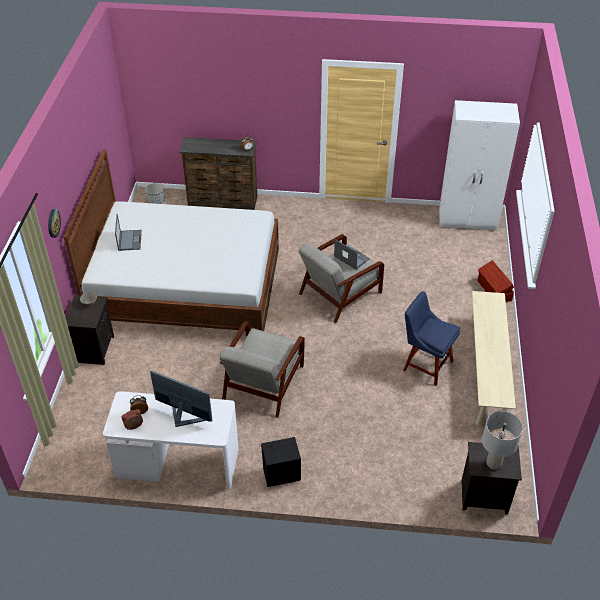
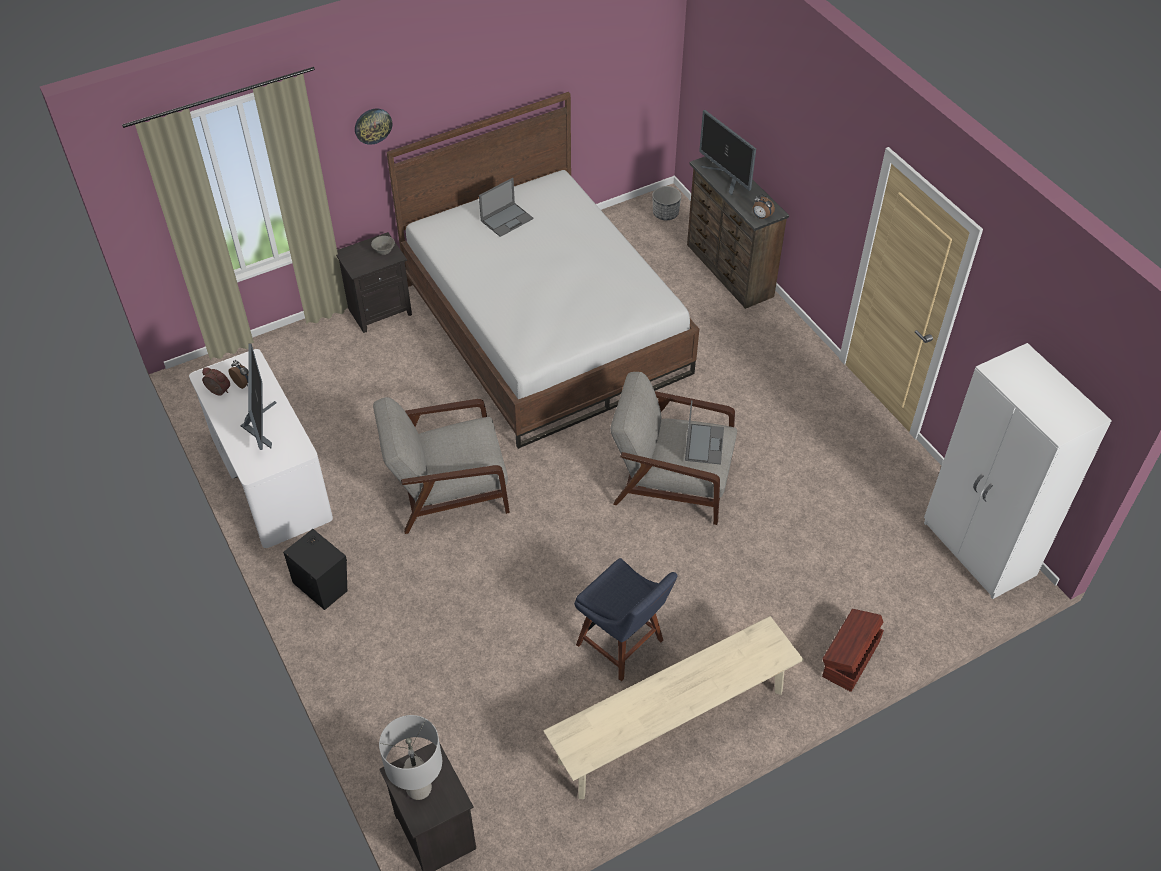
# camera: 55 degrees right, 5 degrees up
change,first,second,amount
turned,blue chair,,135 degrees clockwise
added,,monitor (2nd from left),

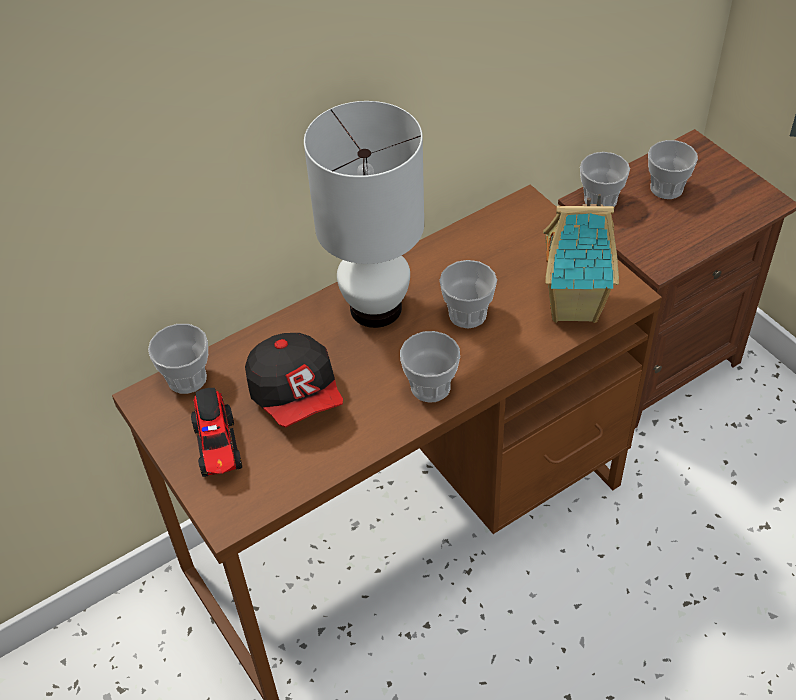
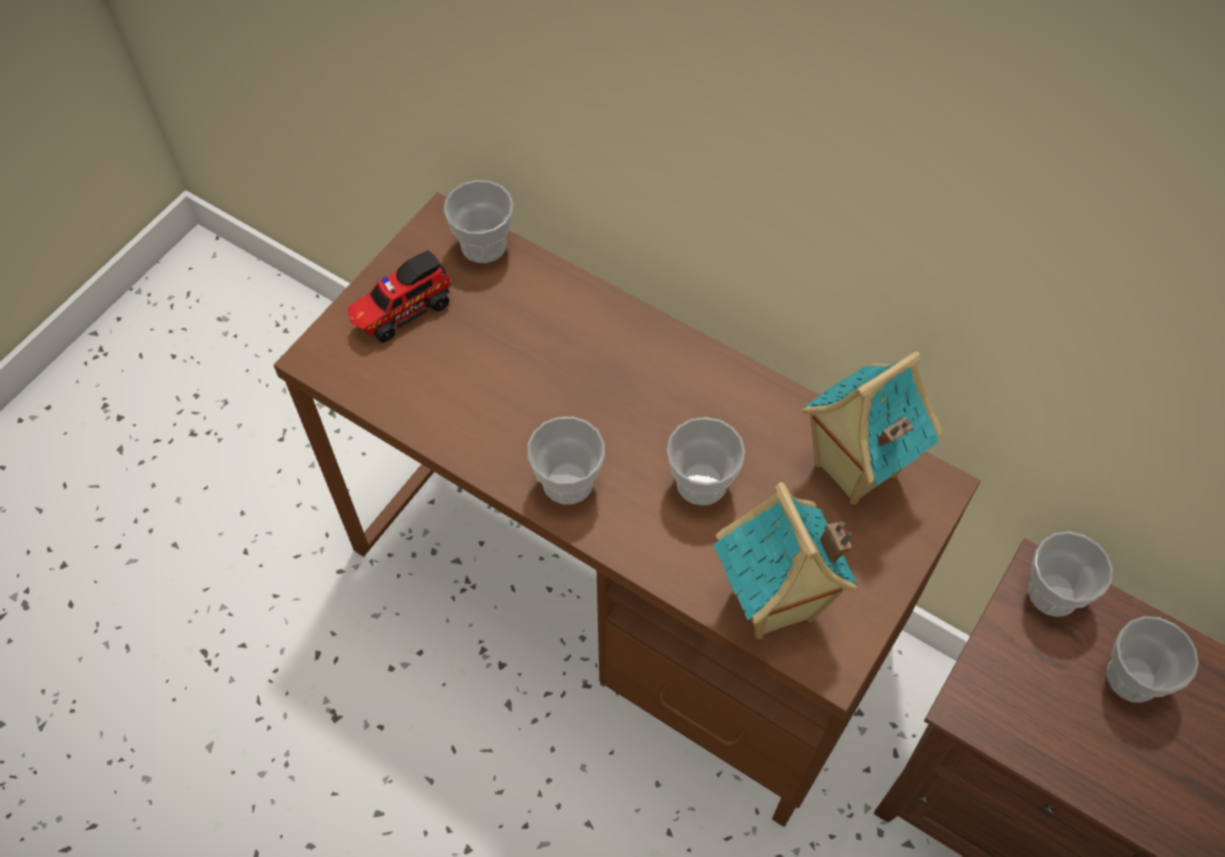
# camera: 65 degrees right, 10 degrees up
change,first,second,amount
removed,cap,,
removed,white table lamp,,
added,,toy house (2nd from left),

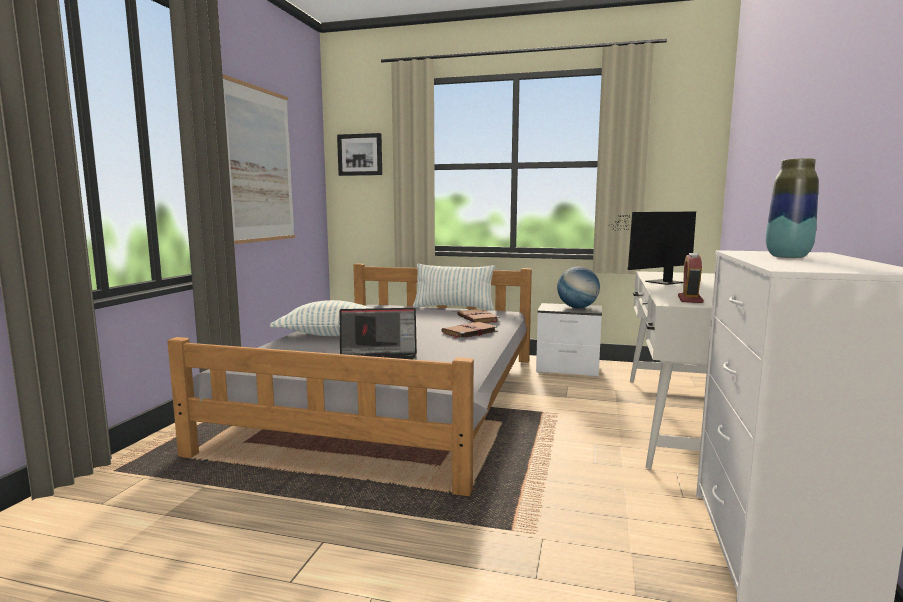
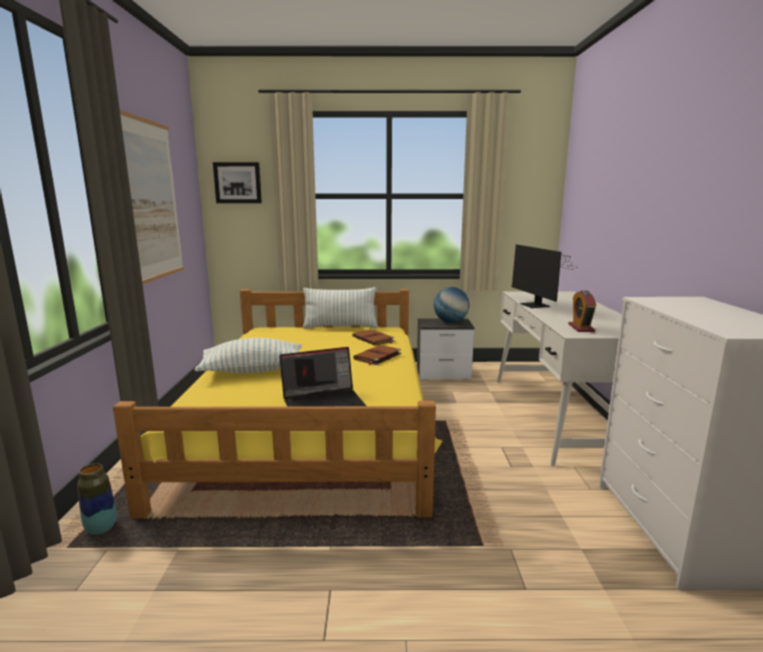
# camera: 15 degrees left, 5 degrees up
change,first,second,amount
recoloured,grey bed,yellow bed,
turned,monitor,,60 degrees counterclockwise
moved,vase,,

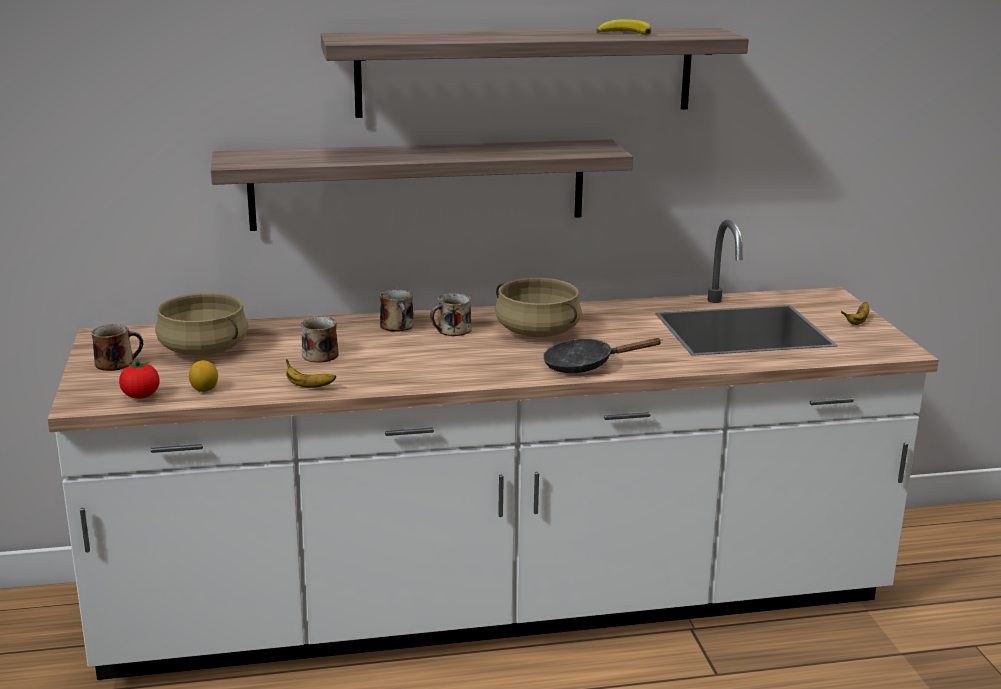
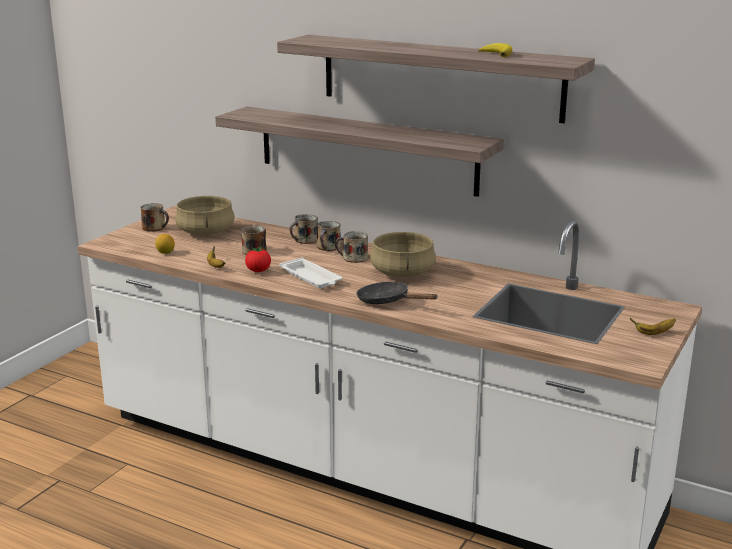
# camera: 40 degrees right, 0 degrees up
change,first,second,amount
moved,tomato,,
added,,white tray,
added,,mug (3rd from left),

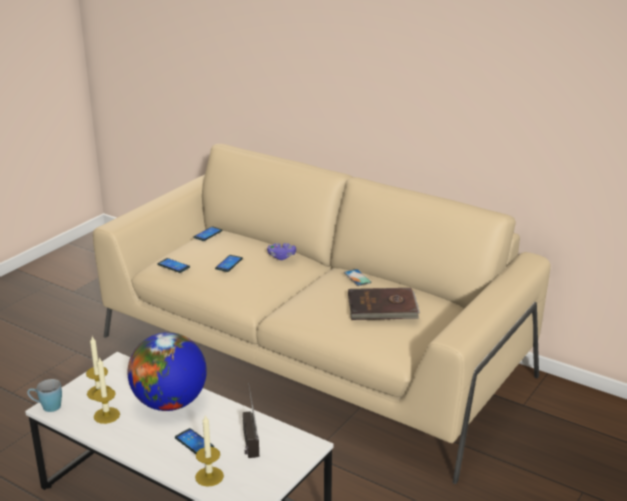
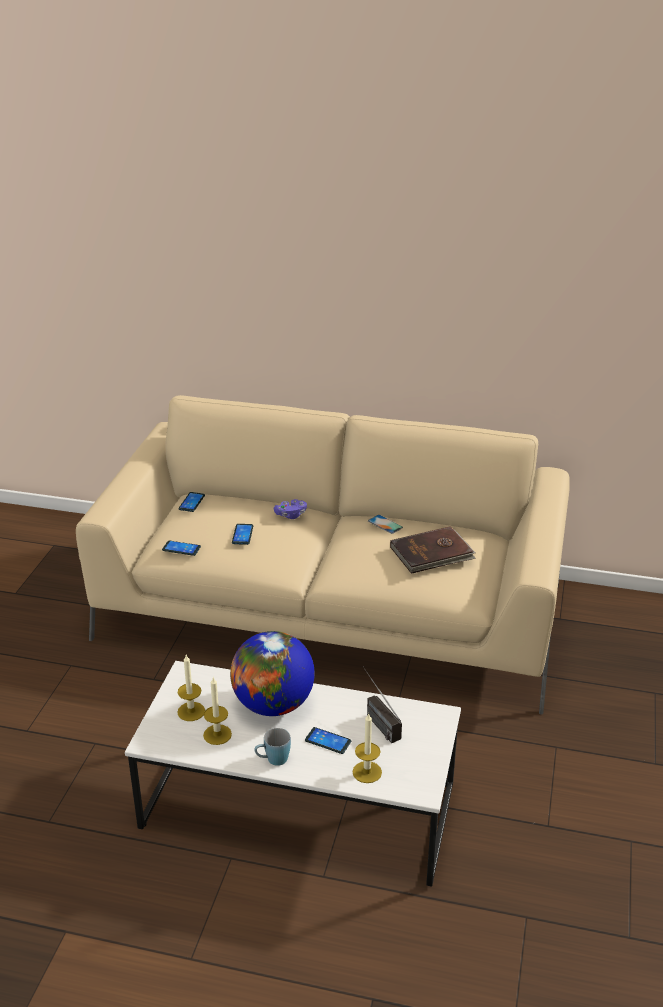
# camera: 20 degrees left, 5 degrees up
change,first,second,amount
moved,blue mug,,

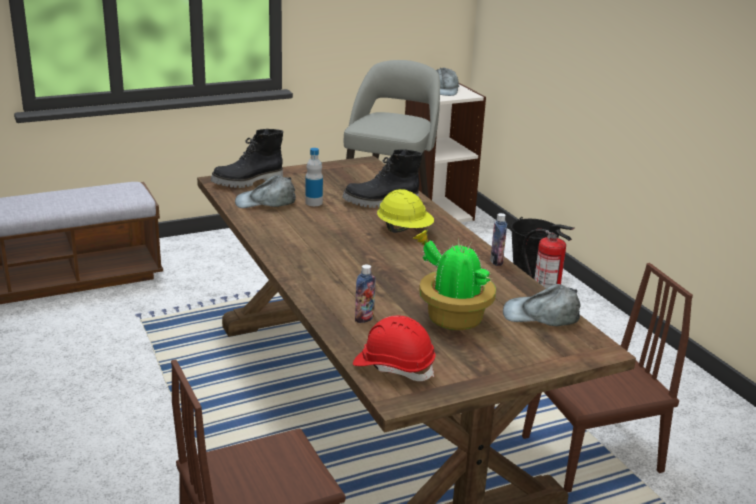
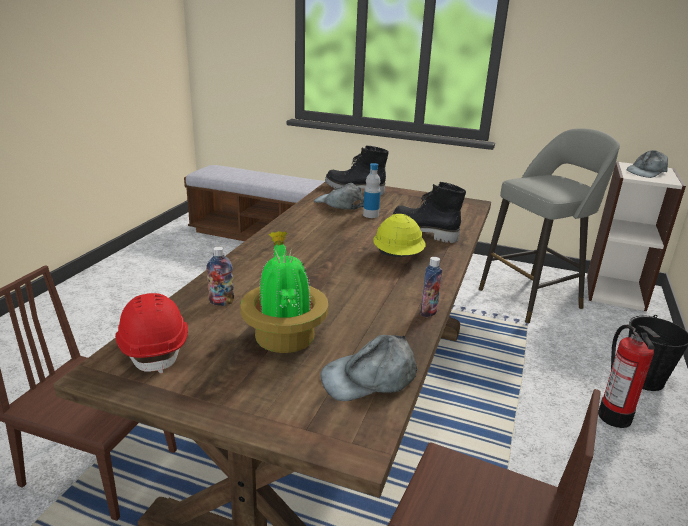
# camera: 45 degrees right, 0 degrees up
change,first,second,amount
turned,grey cap (3rd from left in the first image),grey cap (2nd from left),75 degrees counterclockwise

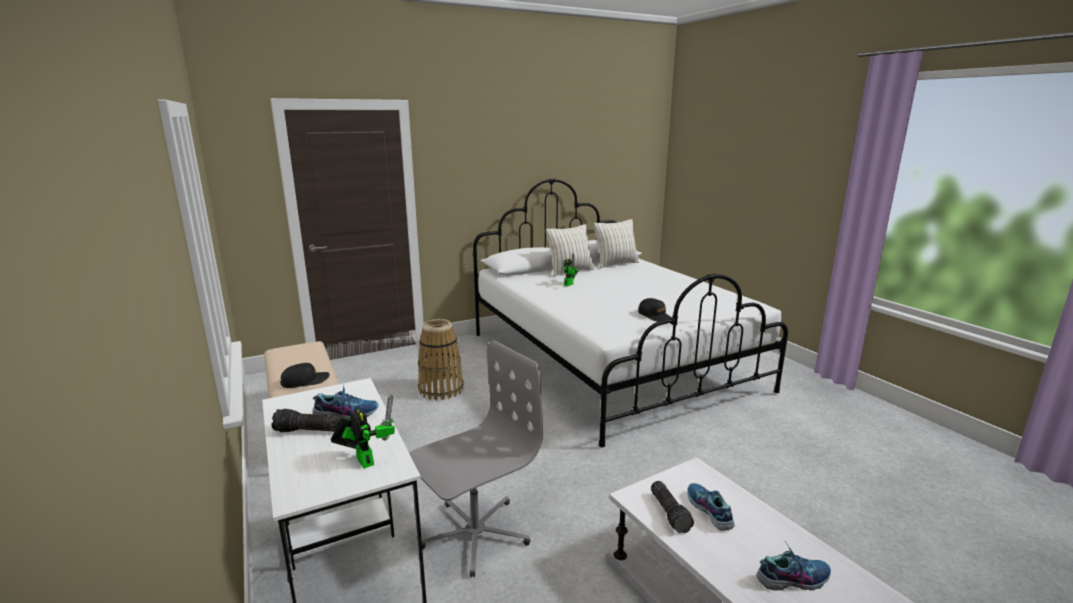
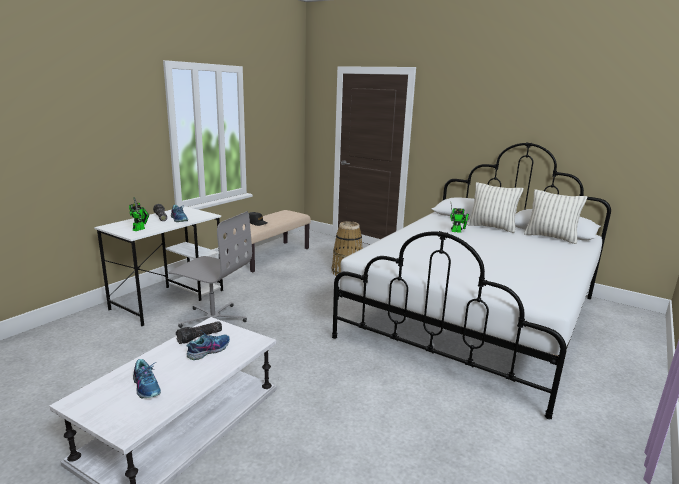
# camera: 60 degrees right, 0 degrees up
change,first,second,amount
removed,black cap (2nd from left),,

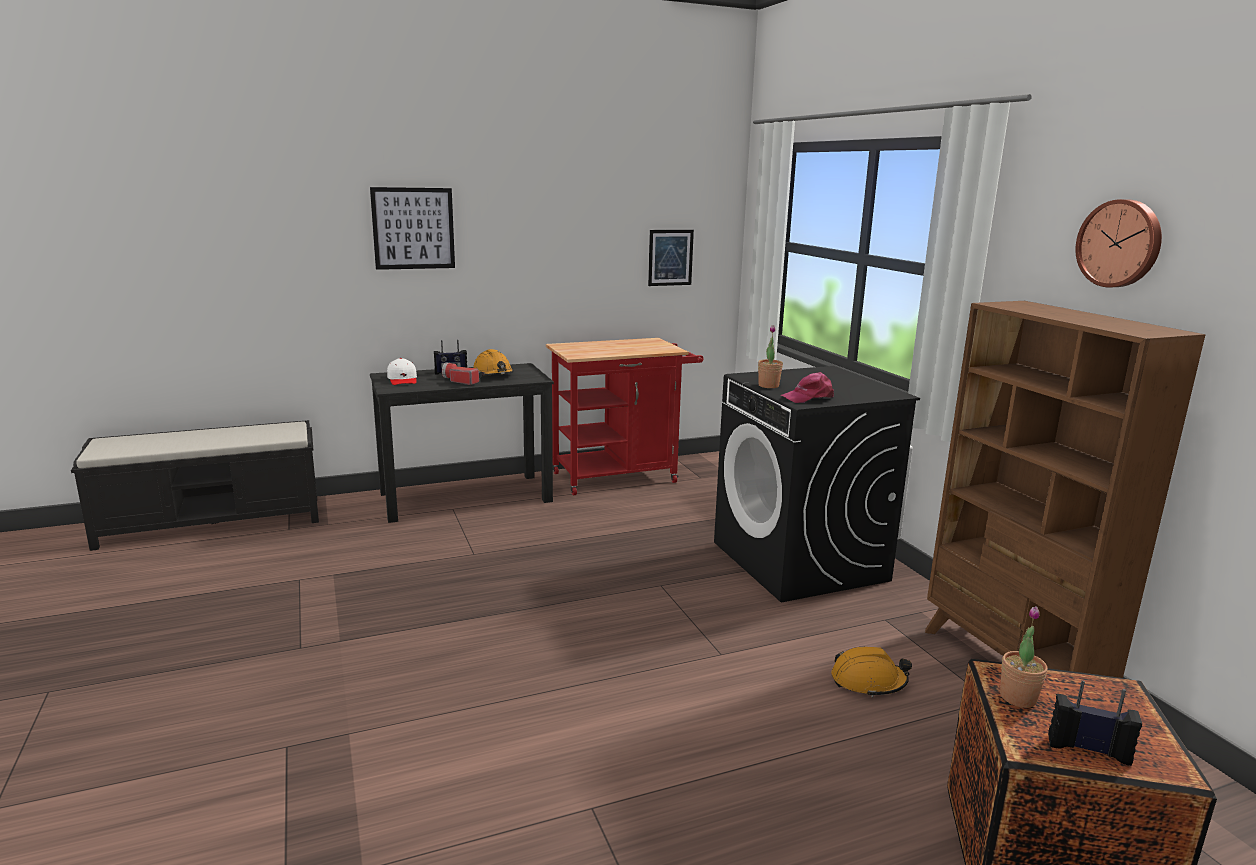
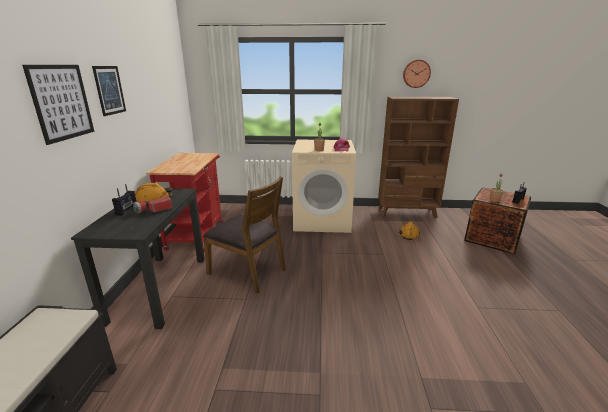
# camera: 65 degrees left, 5 degrees up
change,first,second,amount
removed,white cap,,
moved,picture (2nd from left),,
recoloured,black washing machine,beige washing machine,
added,,brown chair,

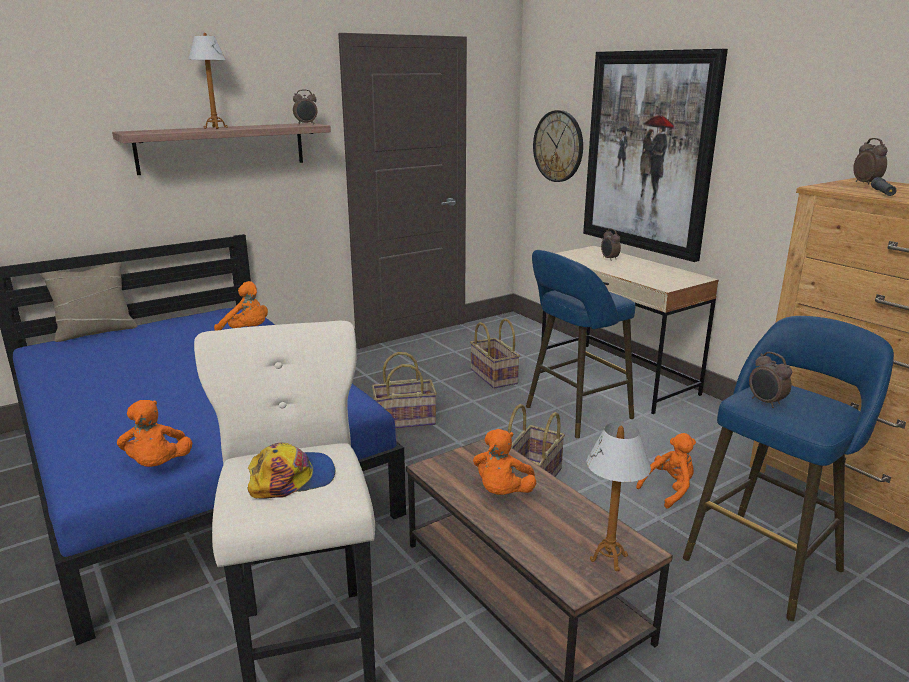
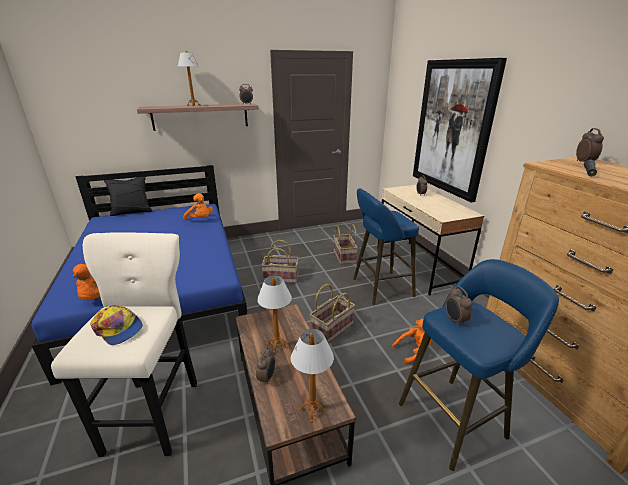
# camera: 15 degrees right, 5 degrees up
change,first,second,amount
recoloured,beige pillow,black pillow,
turned,cap,,45 degrees clockwise
replaced,orange plush toy (3rd from left),table lamp (2nd from left),
removed,wall clock,,
added,,alarm clock (2nd from left),

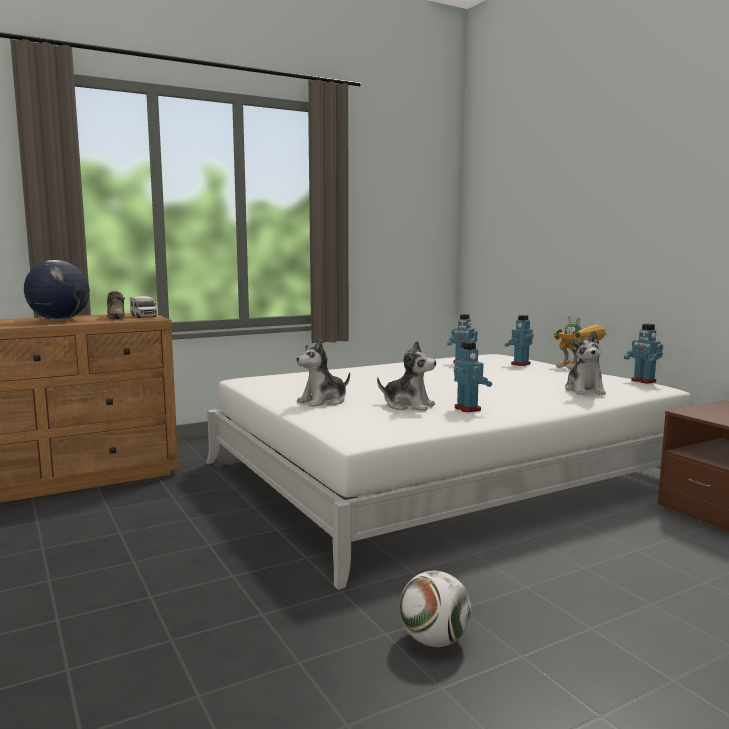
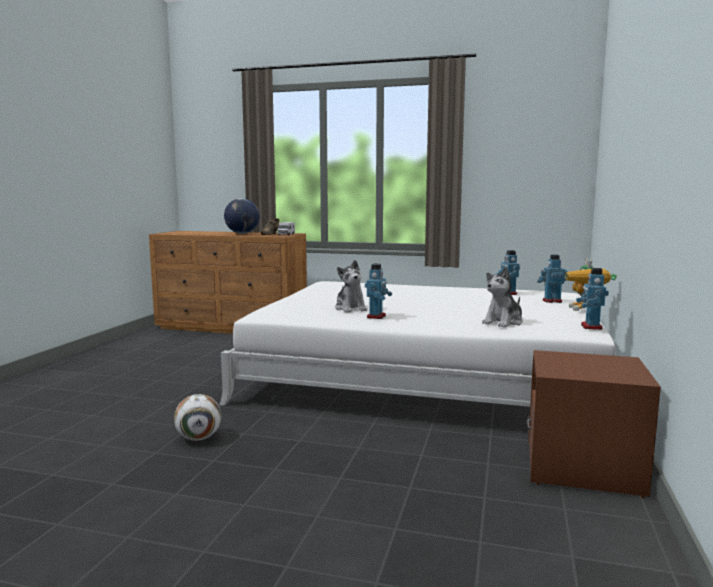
# camera: 45 degrees right, 0 degrees up
change,first,second,amount
removed,plush toy (1st from left),,

